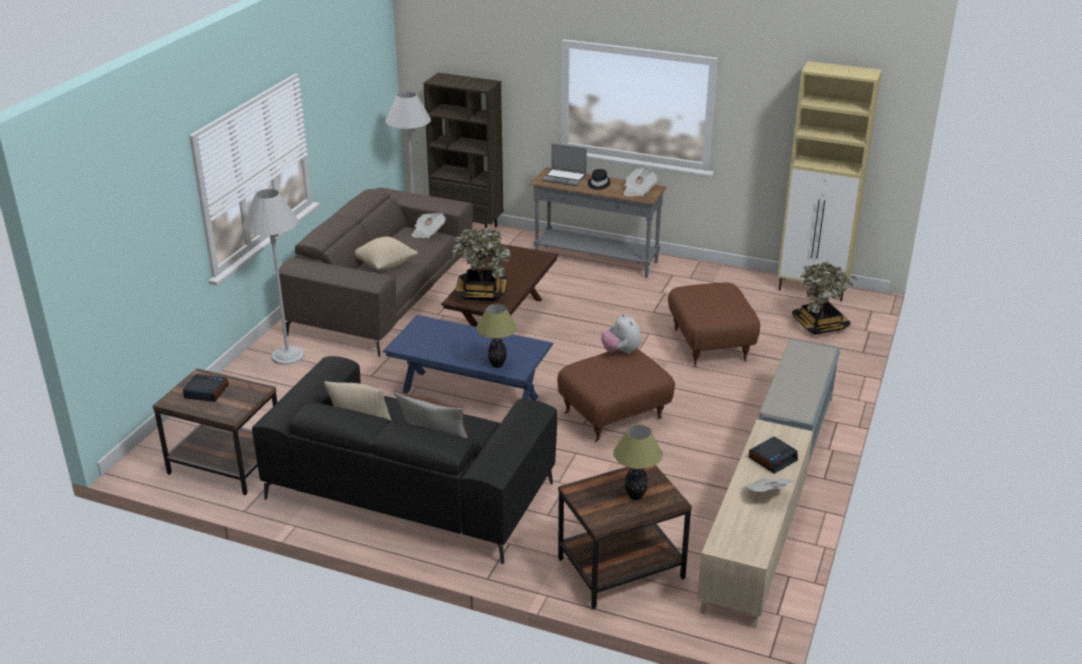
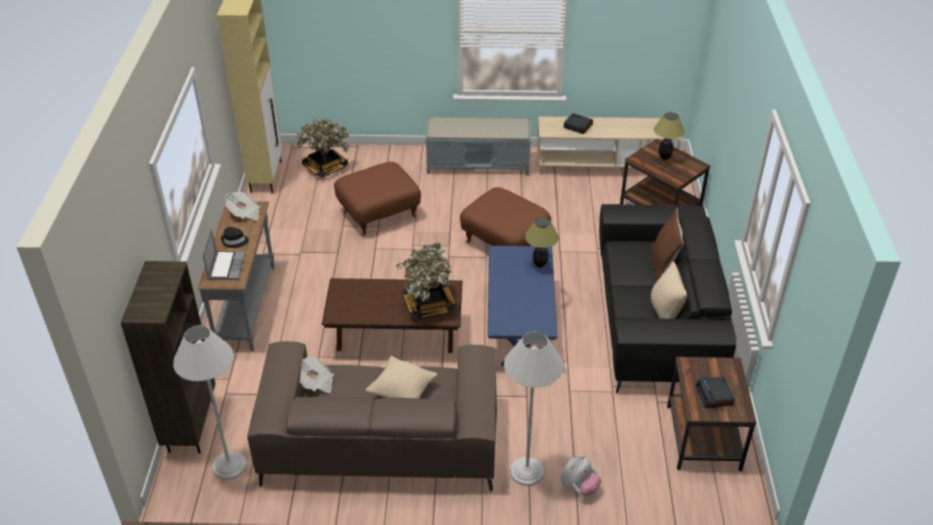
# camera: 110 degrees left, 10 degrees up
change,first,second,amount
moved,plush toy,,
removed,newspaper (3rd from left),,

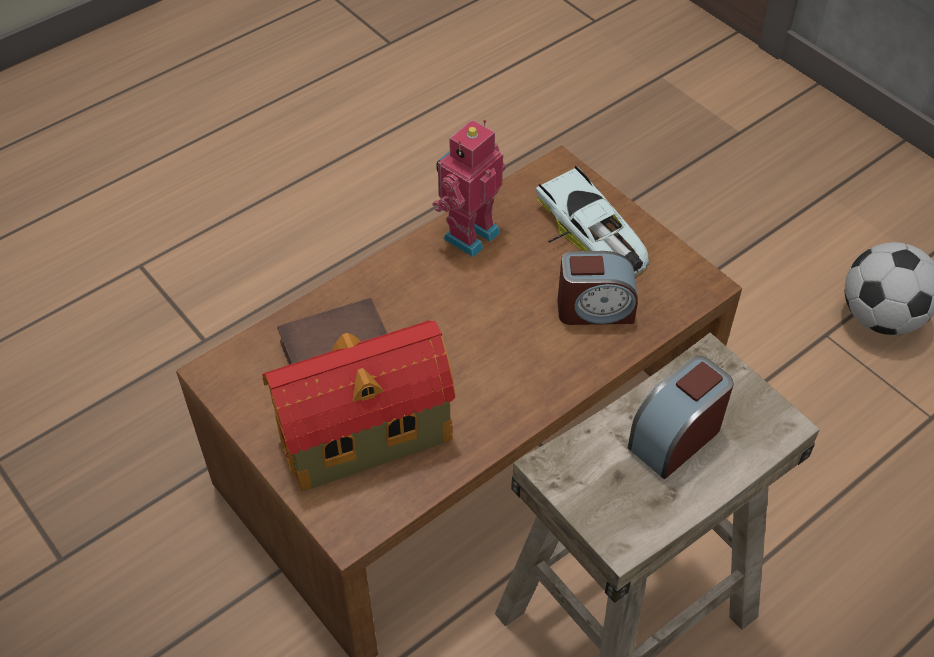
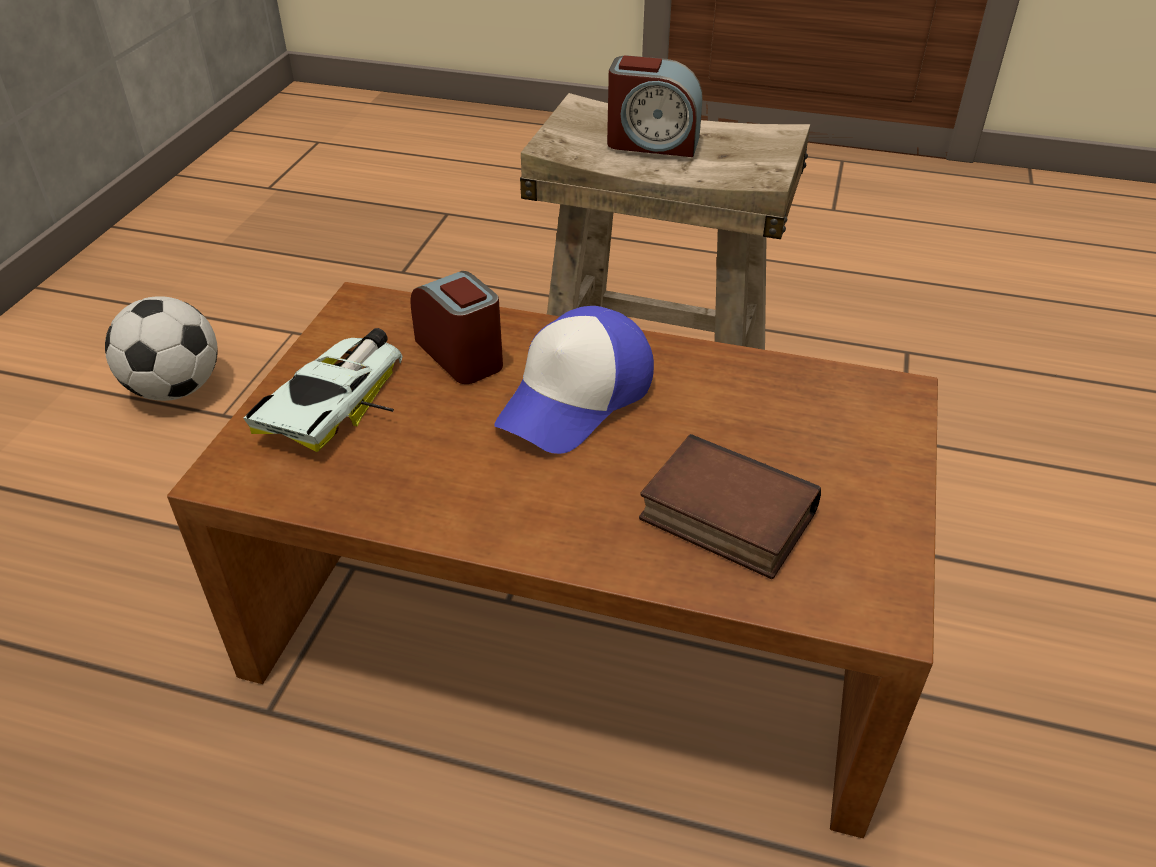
# camera: 125 degrees left, 10 degrees down
change,first,second,amount
removed,toy house,,
removed,toy robot,,
added,,cap,

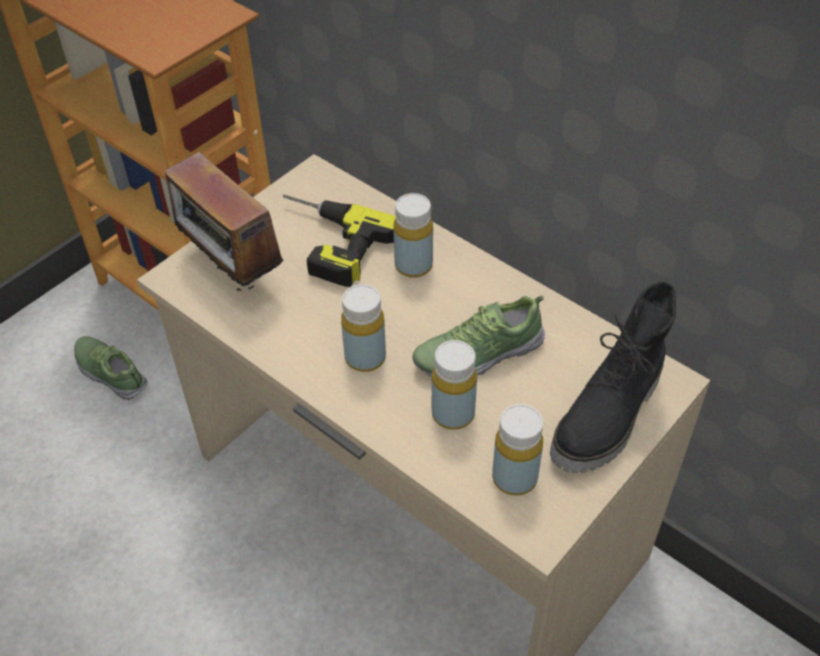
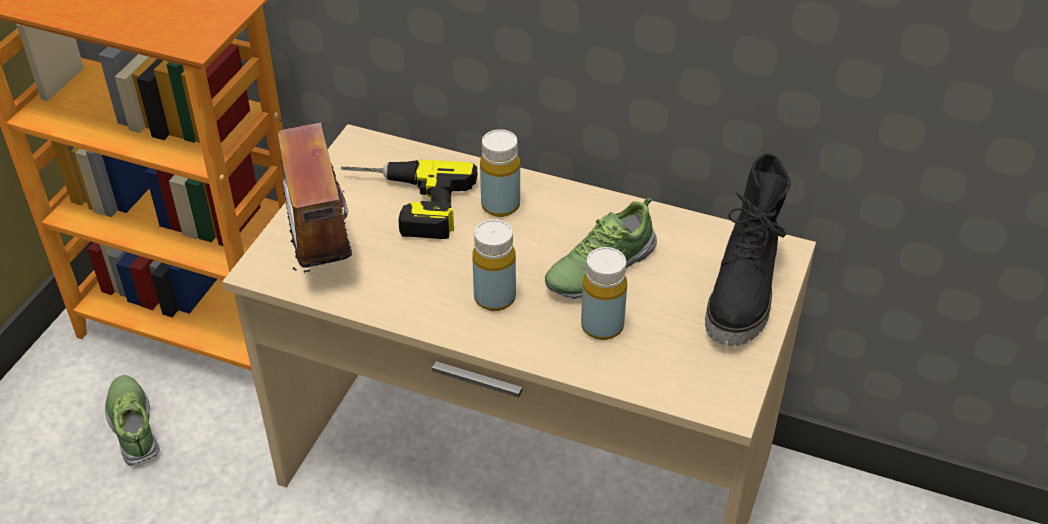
# camera: 20 degrees left, 5 degrees down
change,first,second,amount
turned,shoe (1st from left),,45 degrees clockwise
turned,radio,,45 degrees clockwise
removed,yellow bottle (4th from left),,

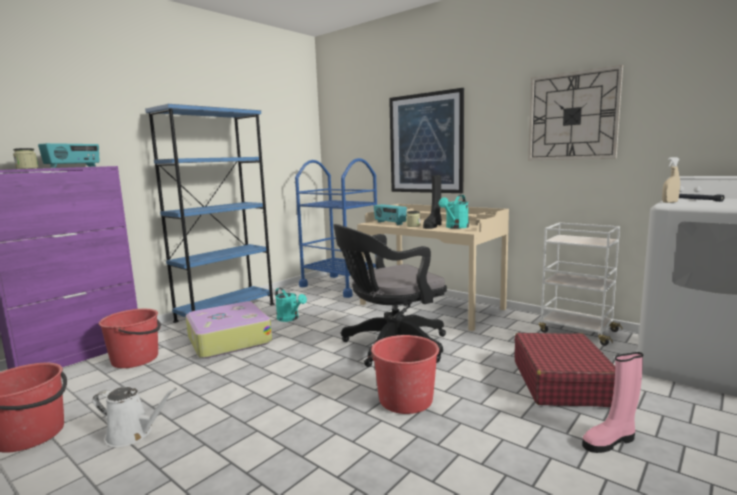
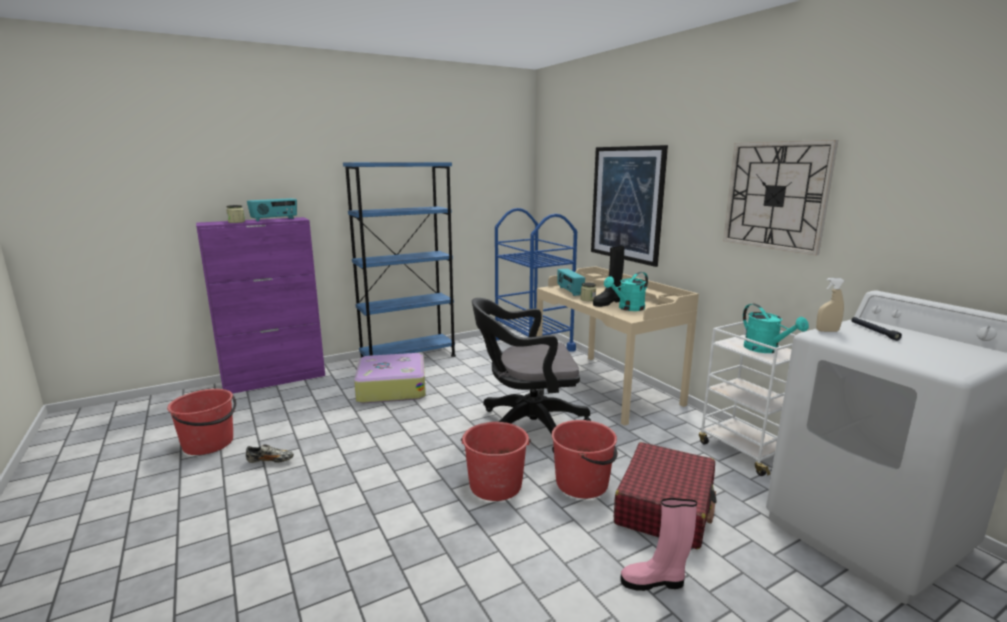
# camera: 20 degrees right, 5 degrees up
change,first,second,amount
replaced,white watering can,shoe,
moved,red bucket (2nd from left in the first image),red bucket (3rd from left),
moved,turquoise watering can (1st from left in the first image),turquoise watering can (2nd from left),

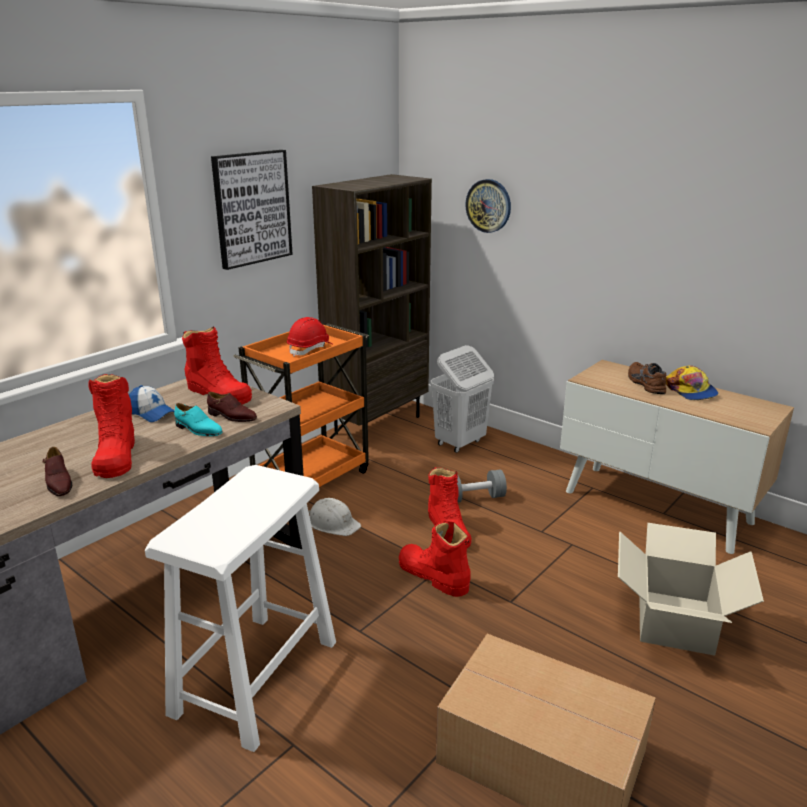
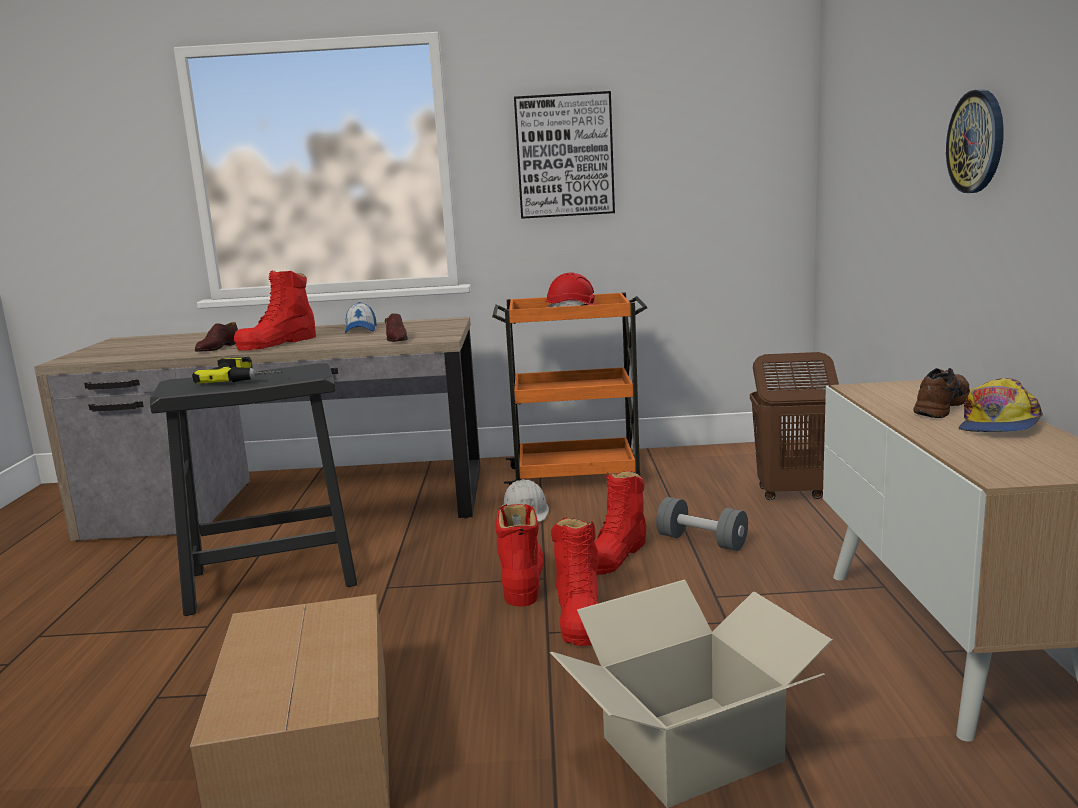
# camera: 50 degrees right, 10 degrees down
change,first,second,amount
recoloured,white stool,black stool,
removed,turquoise shoe,,
moved,red boot (2nd from left in the first image),red boot (3rd from left),
removed,brown bookcase,,
recoloured,white laundry basket,brown laundry basket,
moved,wall clock,,
added,,power drill,

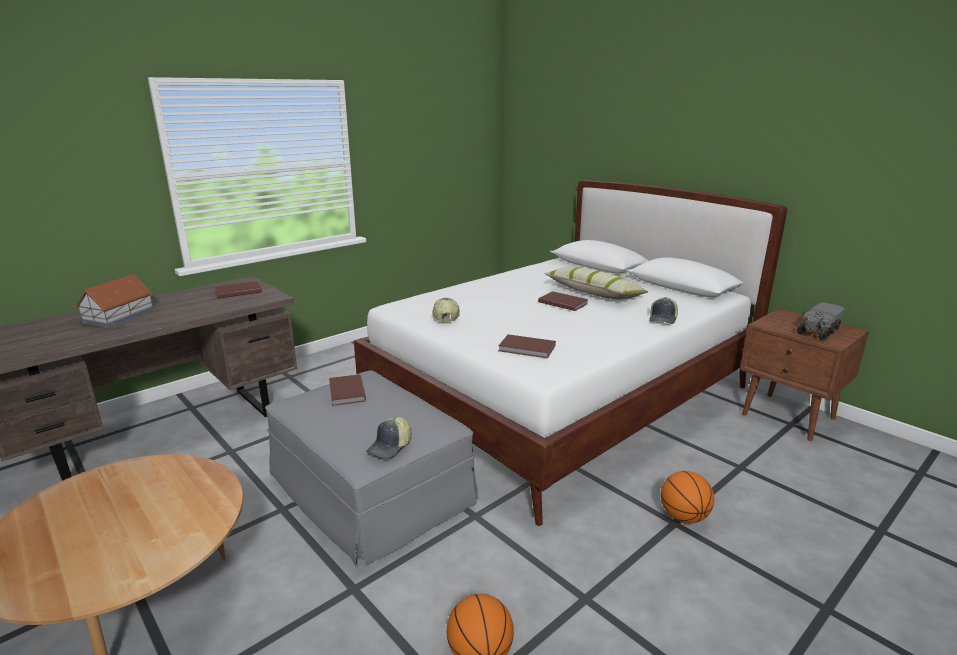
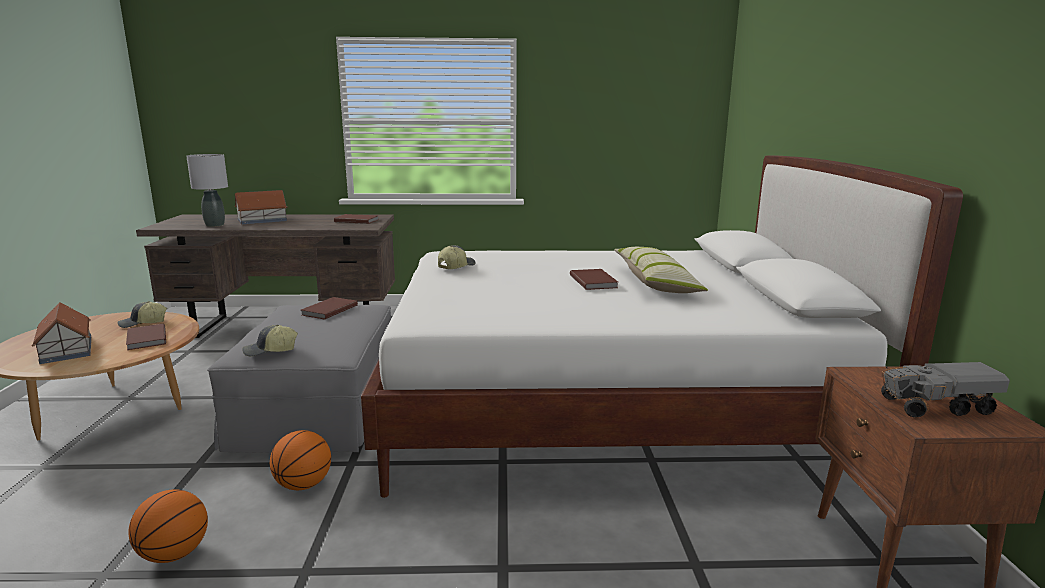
# camera: 40 degrees right, 5 degrees down
change,first,second,amount
moved,brown book (3rd from left in the first image),brown book (1st from left),
moved,cap (3rd from left in the first image),cap (1st from left),
moved,basketball (2nd from left),,
added,,toy house (1st from left),
added,,grey table lamp,

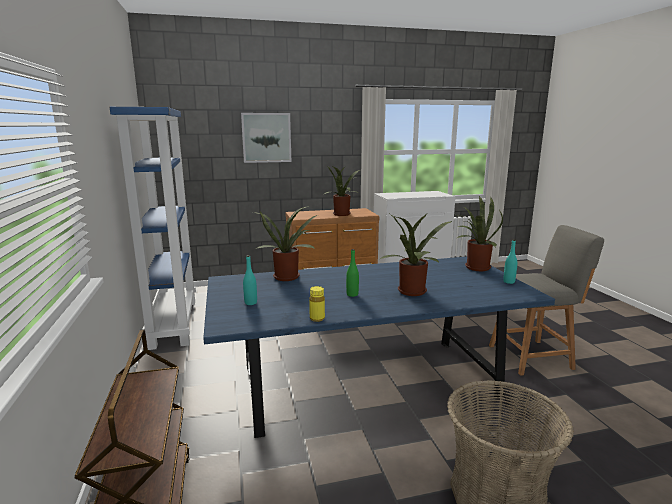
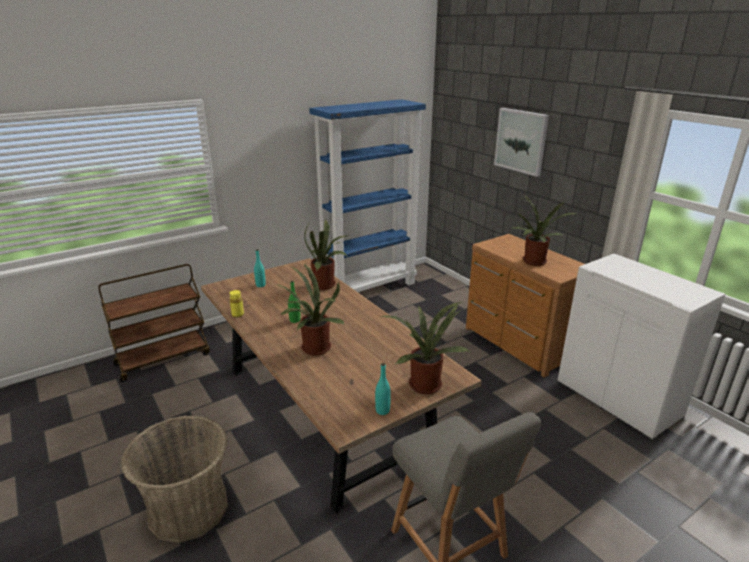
# camera: 70 degrees right, 10 degrees up
change,first,second,amount
recoloured,blue dining table,brown dining table,

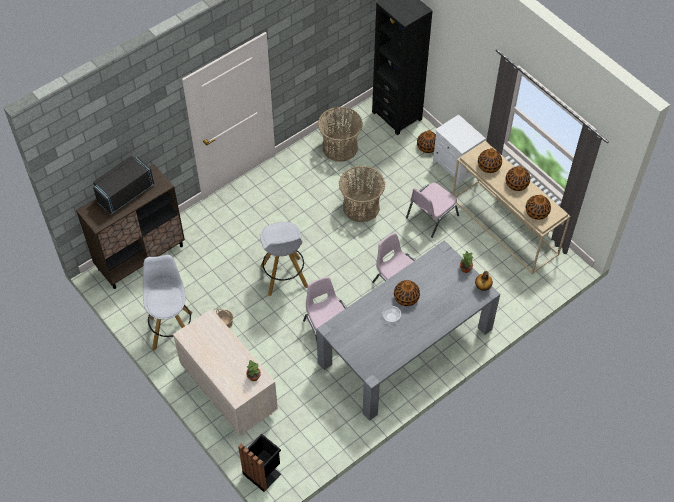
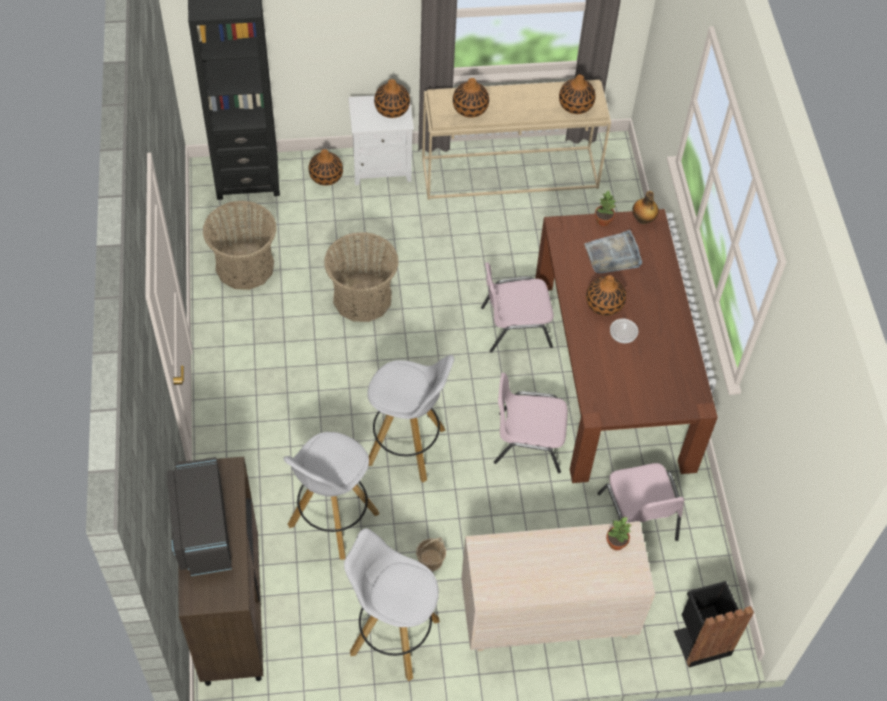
# camera: 60 degrees left, 0 degrees up
change,first,second,amount
recoloured,grey dining table,brown dining table,
moved,pink chair (3rd from left),,
moved,vase (4th from left in the first image),vase (2nd from left),
added,,white stool (1st from left),
added,,grey tray,

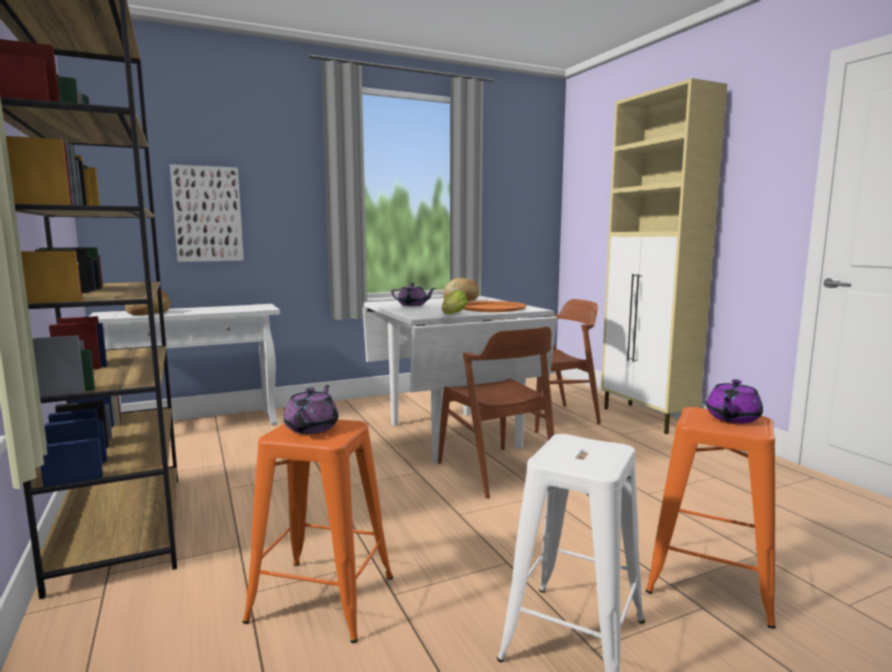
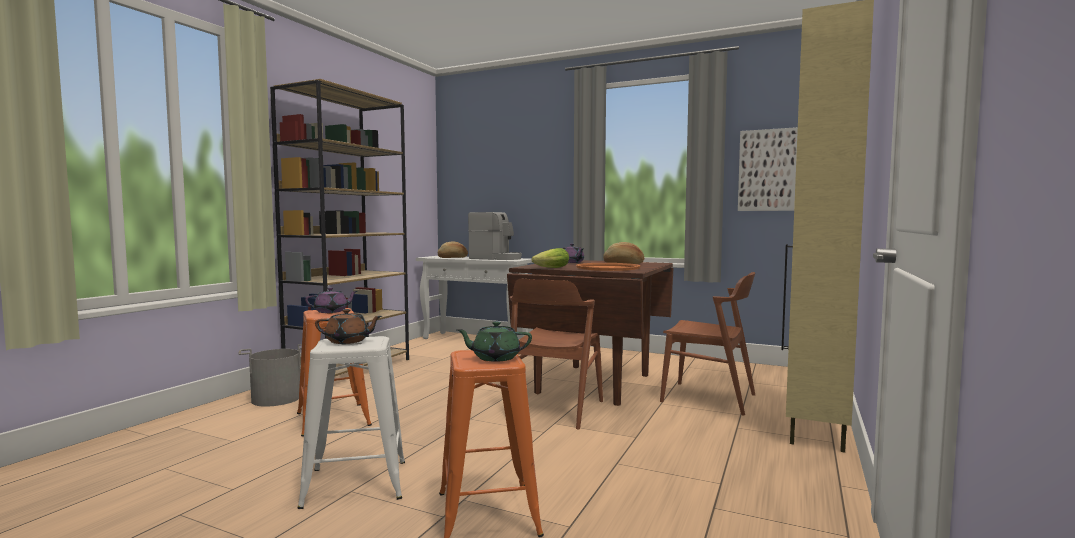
# camera: 50 degrees right, 5 degrees down
change,first,second,amount
moved,picture,,
recoloured,white dining table,brown dining table,
recoloured,purple teapot (3rd from left),green teapot,
added,,grey bucket,
added,,brown teapot,
added,,coffee machine,

